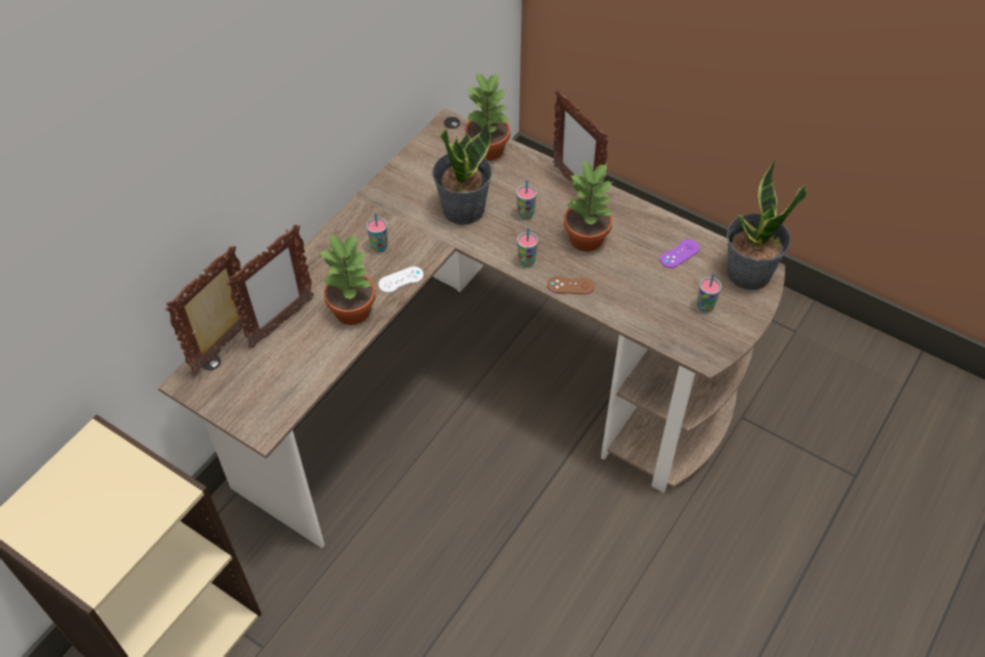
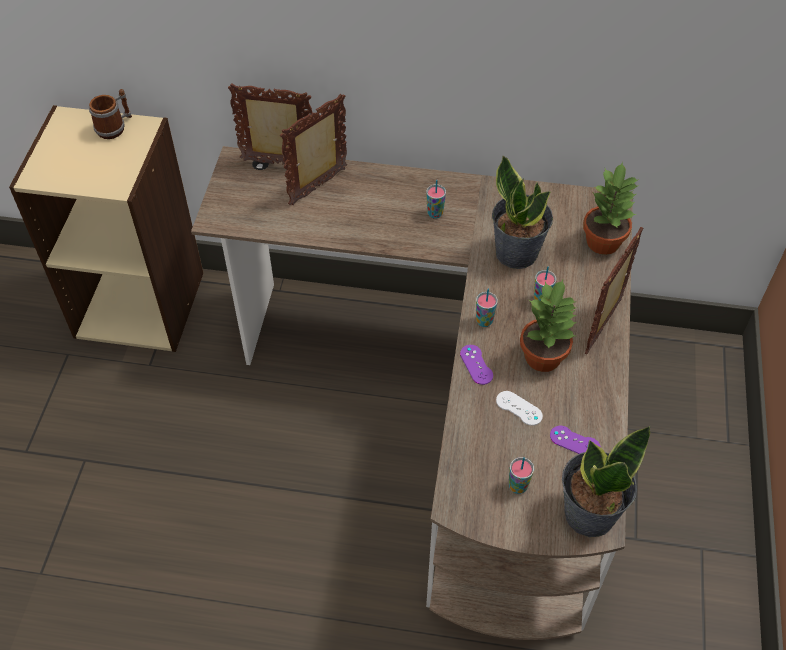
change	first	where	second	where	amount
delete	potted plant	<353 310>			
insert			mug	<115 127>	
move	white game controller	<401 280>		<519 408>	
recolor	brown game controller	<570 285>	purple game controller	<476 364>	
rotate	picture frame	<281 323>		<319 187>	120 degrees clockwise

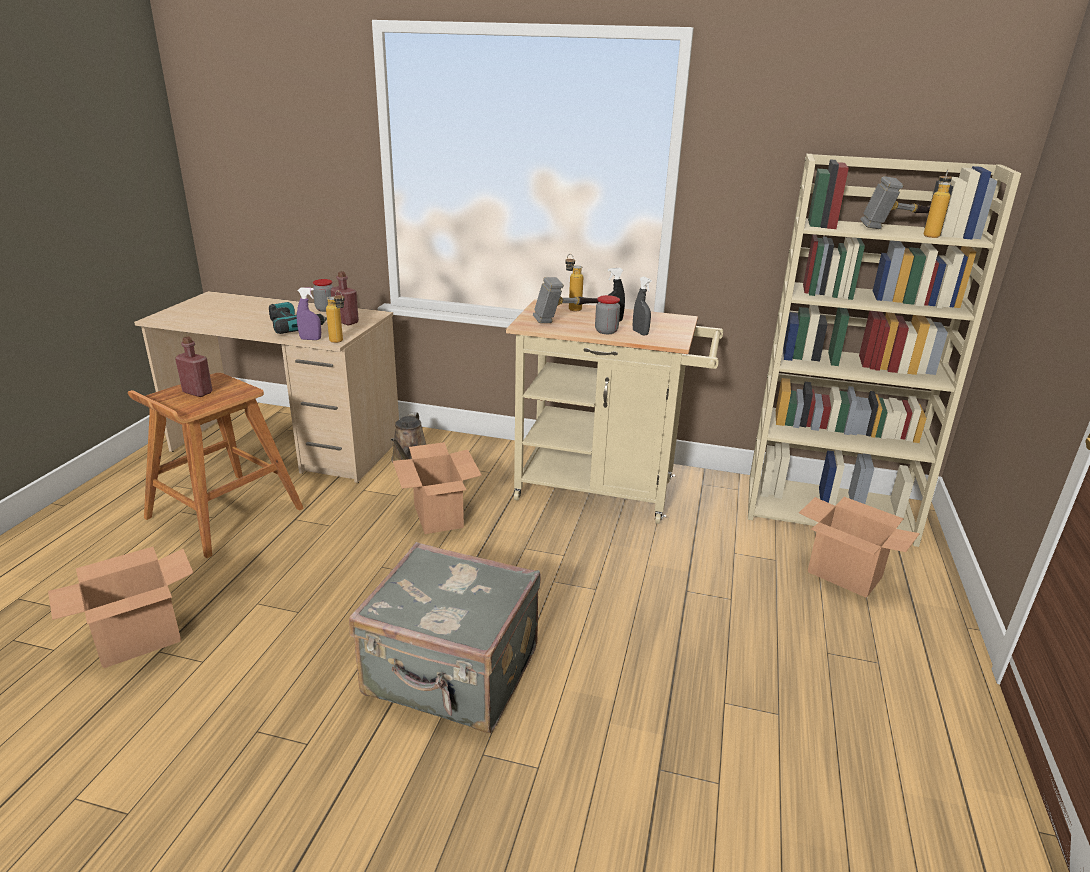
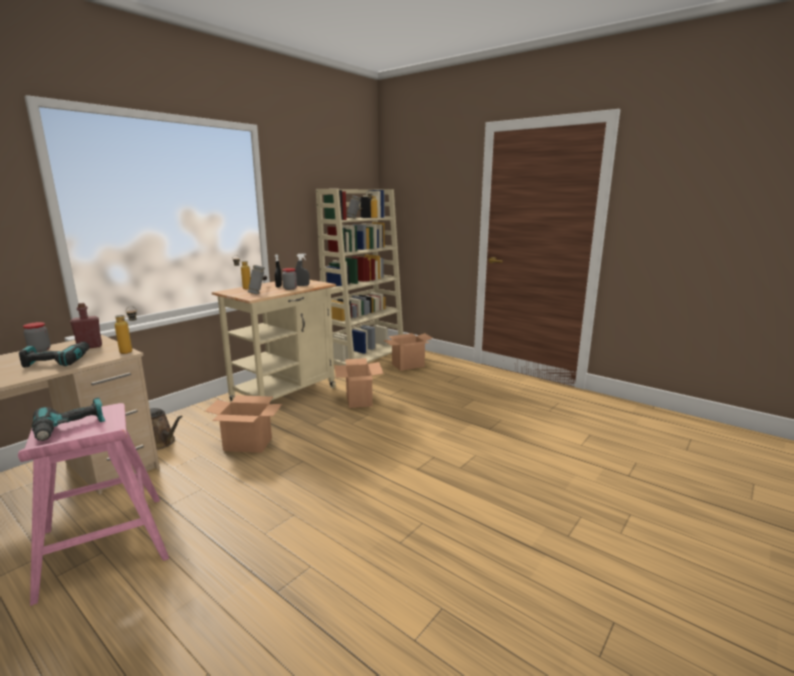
change	first	where	second	where	amount
delete	purple spray bottle	<310 339>			
delete	grey suitcase	<452 674>			
move	cardboard box	<137 640>		<359 400>	
replace	red bottle	<197 392>	power drill	<71 428>	
recolor	brown stool	<223 514>	pink stool	<104 545>	

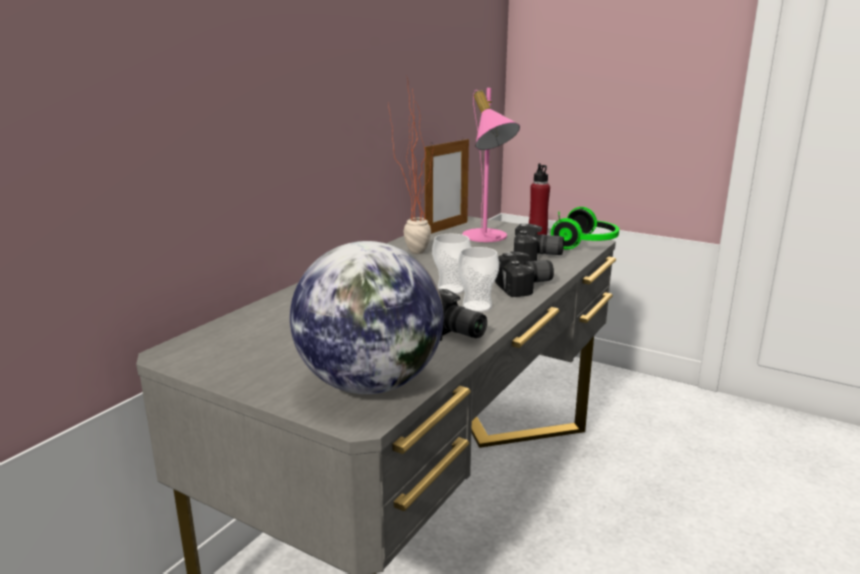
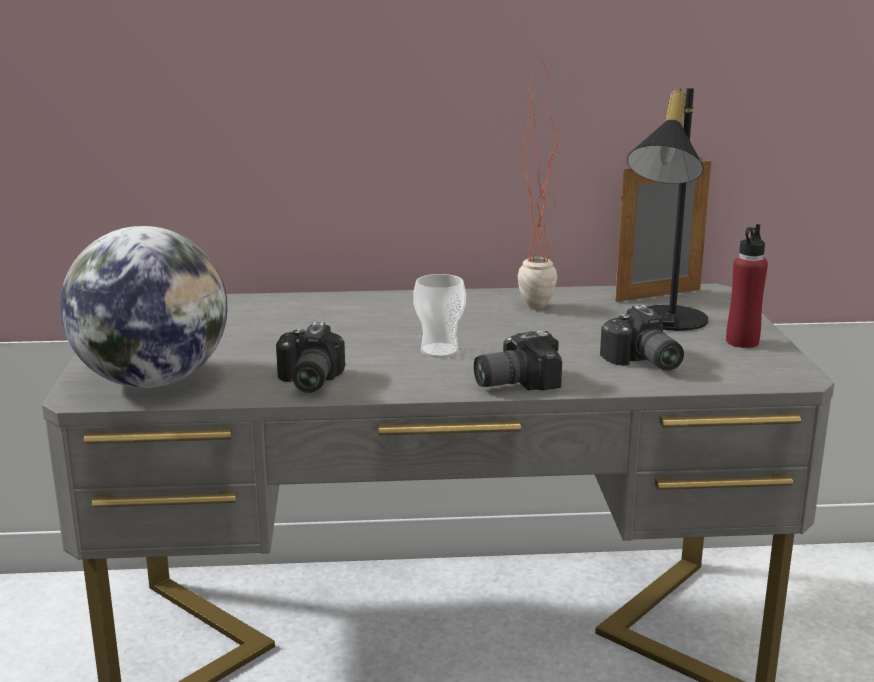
change	first	where	second	where	amount
delete	cup	<477 307>			
delete	headphones	<587 244>			
recolor	pink table lamp	<487 238>	black table lamp	<664 322>	
rotate	picture frame	<446 228>		<658 295>	150 degrees clockwise
rotate	photo camera	<526 287>		<512 382>	120 degrees clockwise

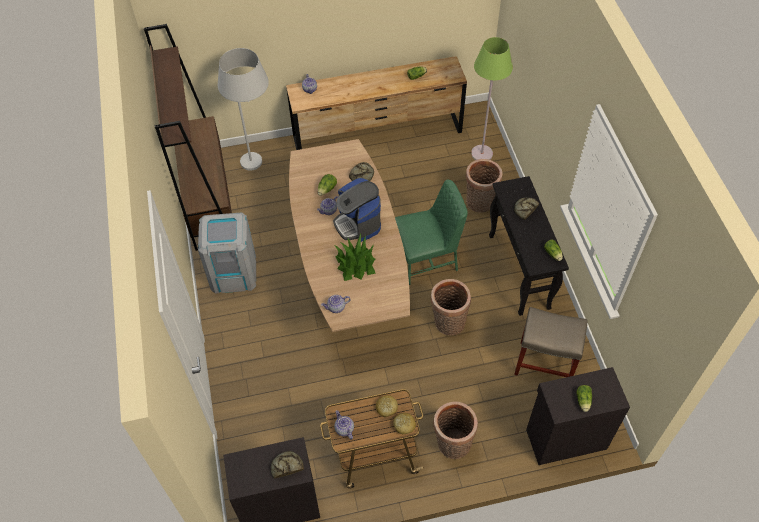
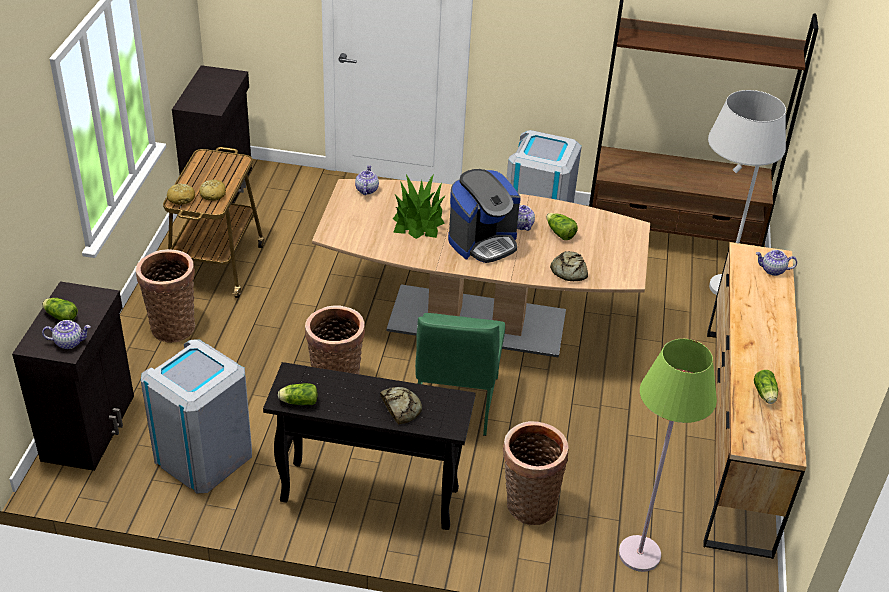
change	first	where	second	where	amount
delete	bread	<286 466>			
move	teapot	<344 429>		<69 342>	
replace	beige stool	<545 363>	grey trash can	<203 456>	
rotate	coffee machine	<358 224>		<483 242>	150 degrees clockwise

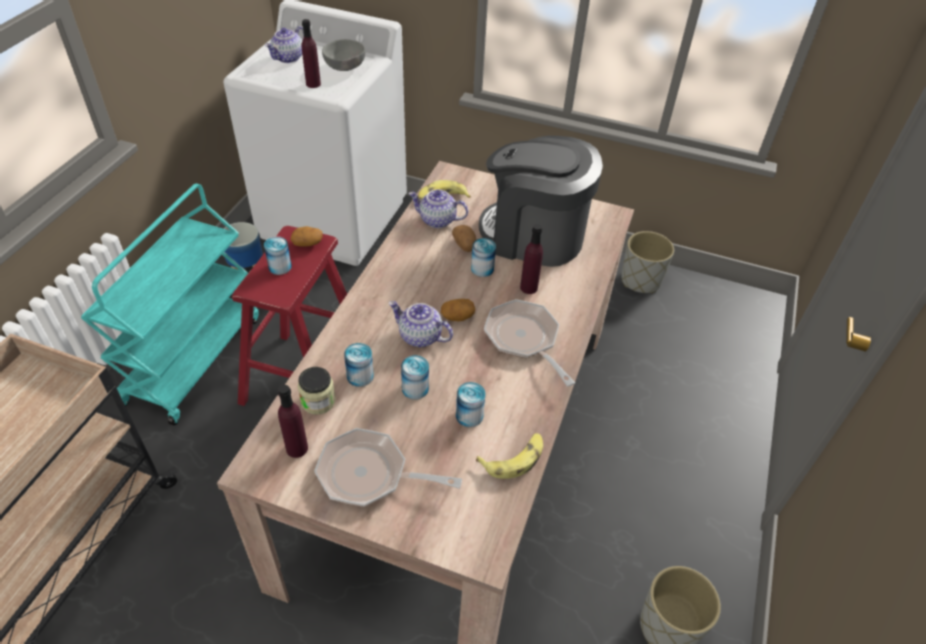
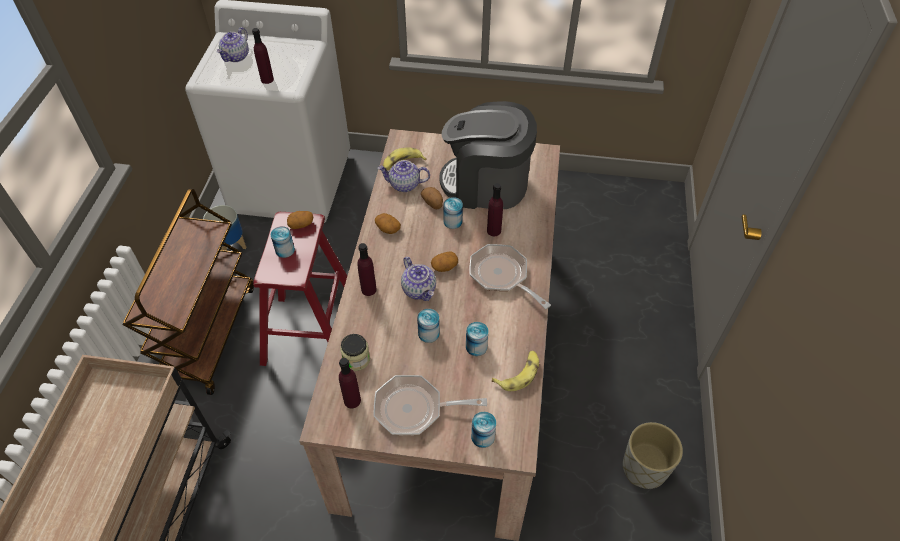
change	first	where	second	where	amount
delete	grey bowl	<345 68>			
delete	grey planter	<641 280>			
insert			purple bottle	<368 289>	
insert			potato	<387 228>	
move	can	<360 376>		<483 436>	
recolor	turquoise cart	<193 358>	brown cart	<208 334>	
rotate	teapot	<419 336>		<419 290>	135 degrees counterclockwise

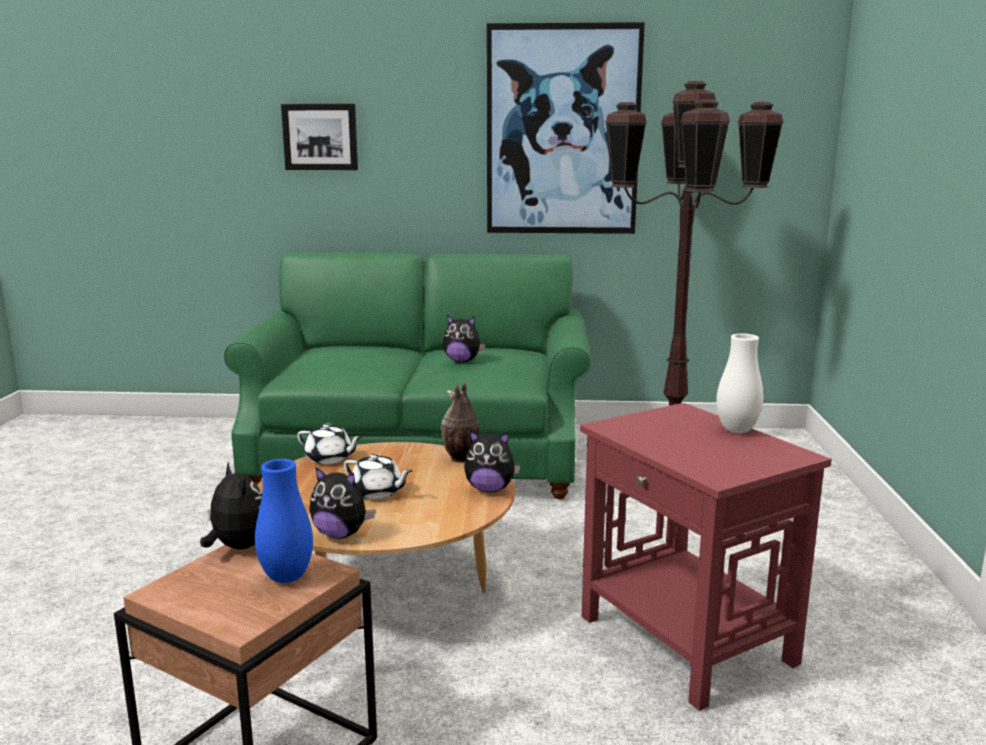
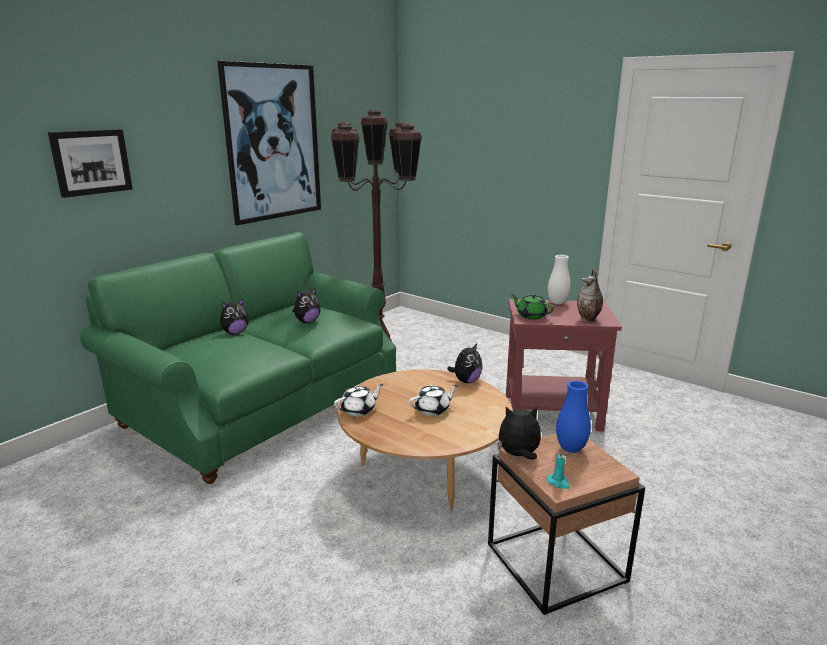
change	first	where	second	where	amount
insert			green teapot	<531 316>	
insert			turquoise candle	<559 483>	
move	plush toy	<341 534>		<235 332>	
move	vase	<460 459>		<588 320>	

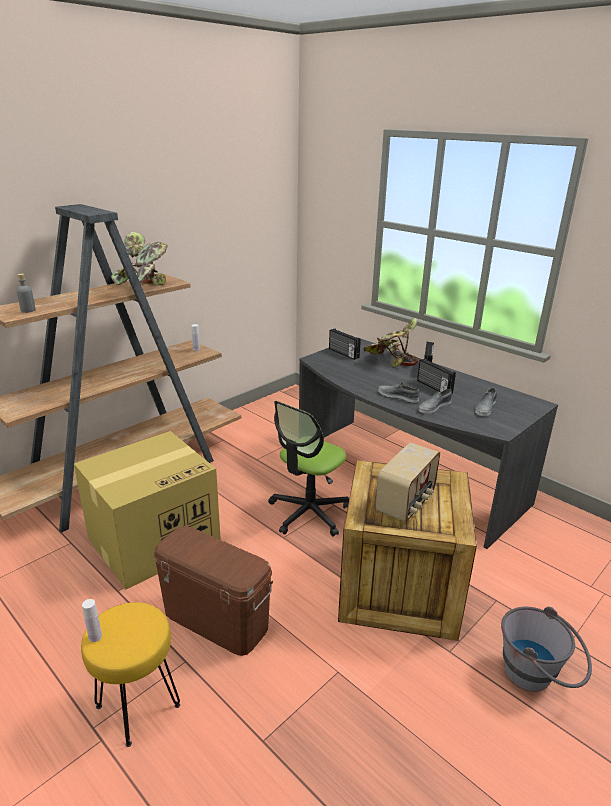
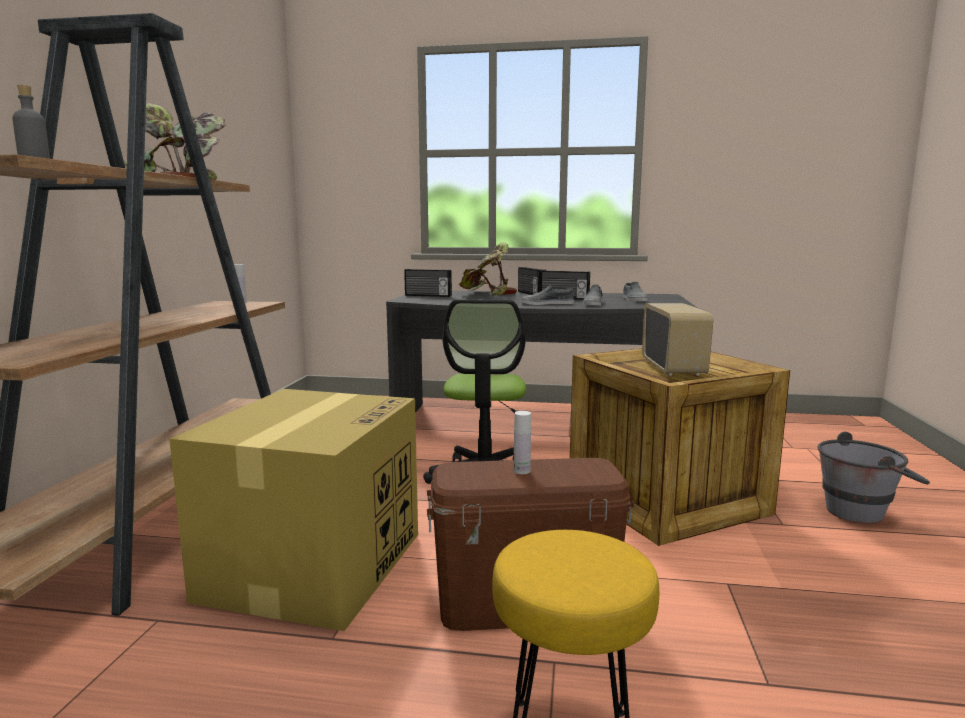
change	first	where	second	where	amount
move	white bottle	<95 637>		<522 471>	

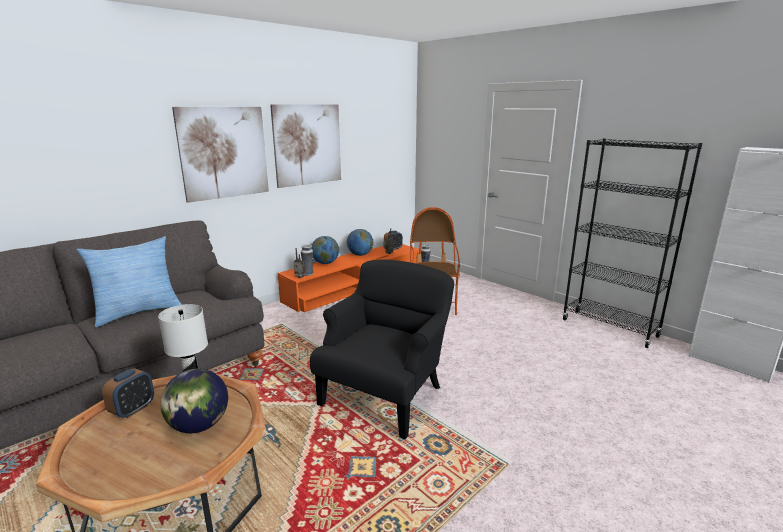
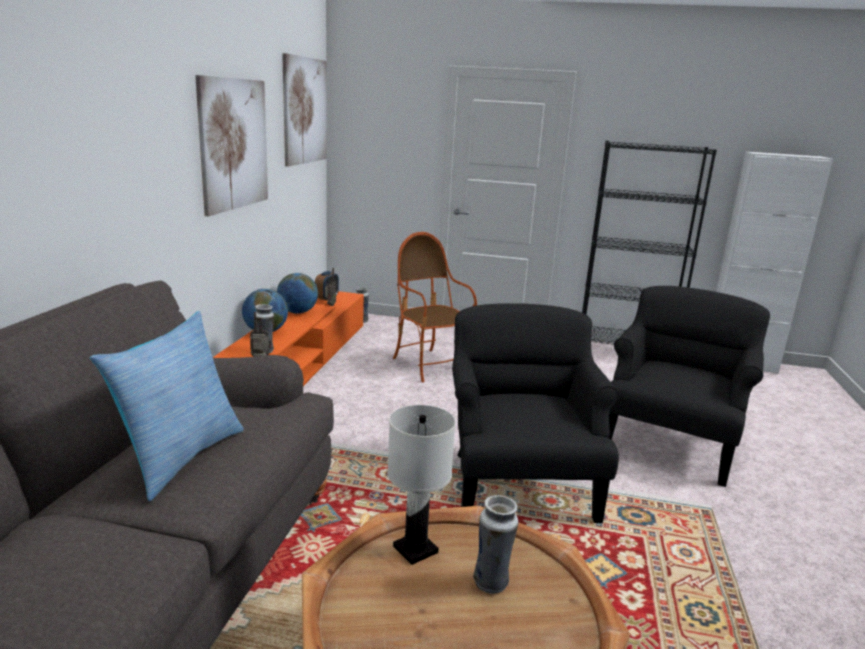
change	first	where	second	where	amount
delete	alarm clock	<133 410>			
insert			black armchair	<670 442>	
move	picture	<224 153>		<305 111>	
replace	globe	<199 426>	vase	<491 582>	

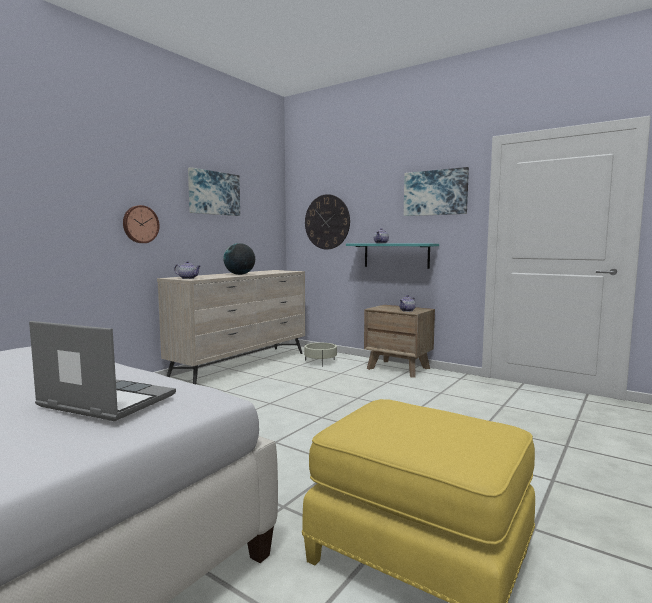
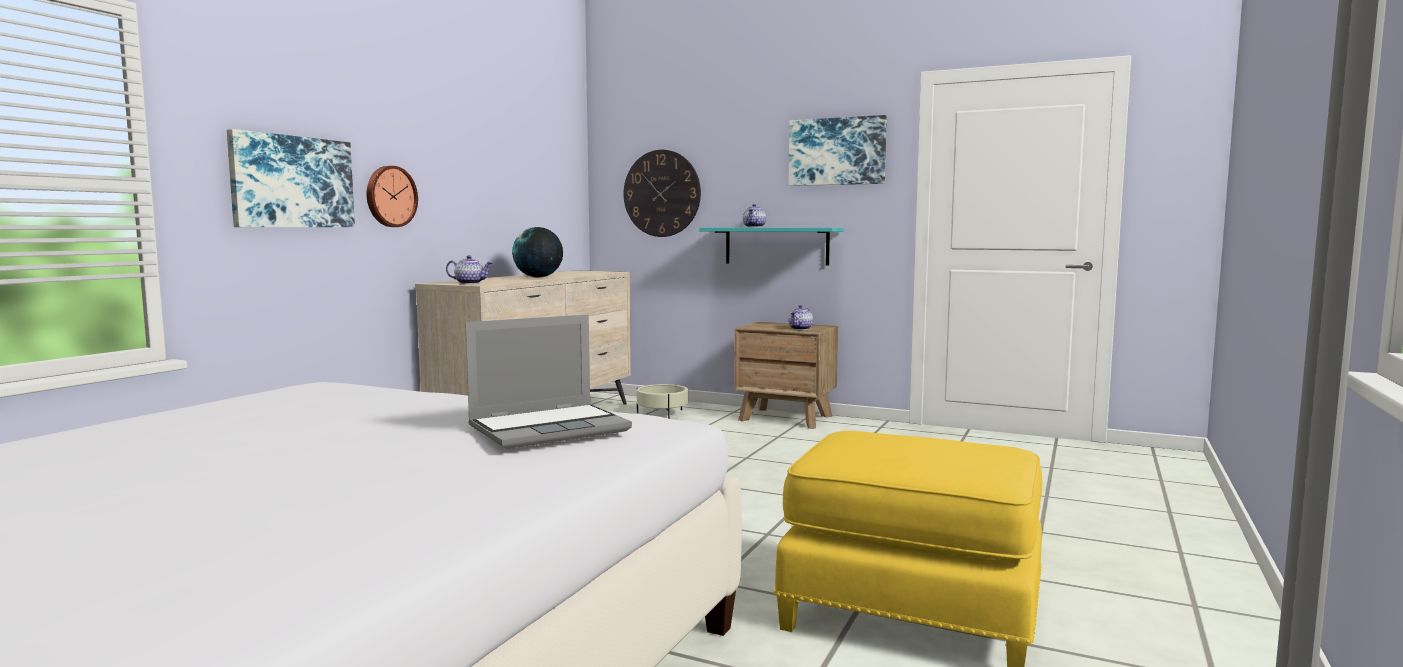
change	first	where	second	where	amount
move	picture	<214 193>		<292 182>	
rotate	laptop	<105 401>		<550 428>	135 degrees clockwise

